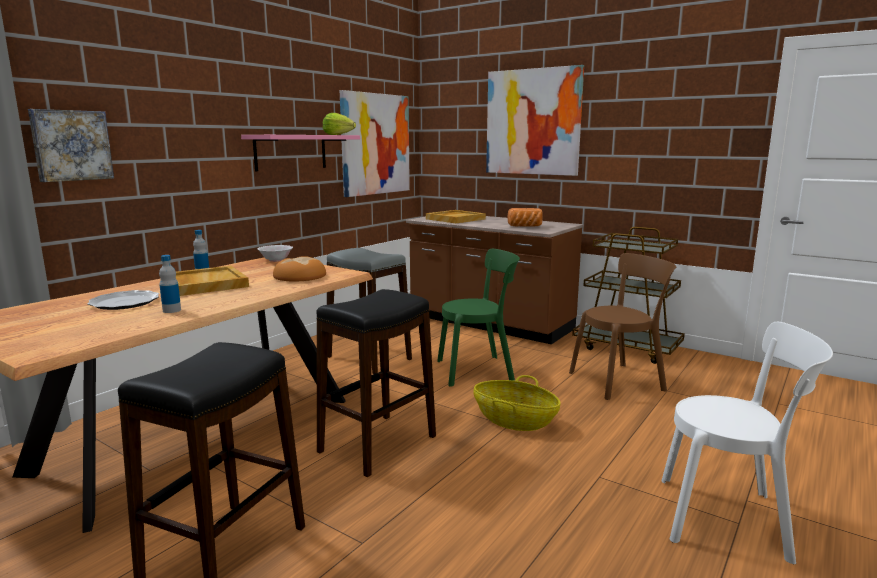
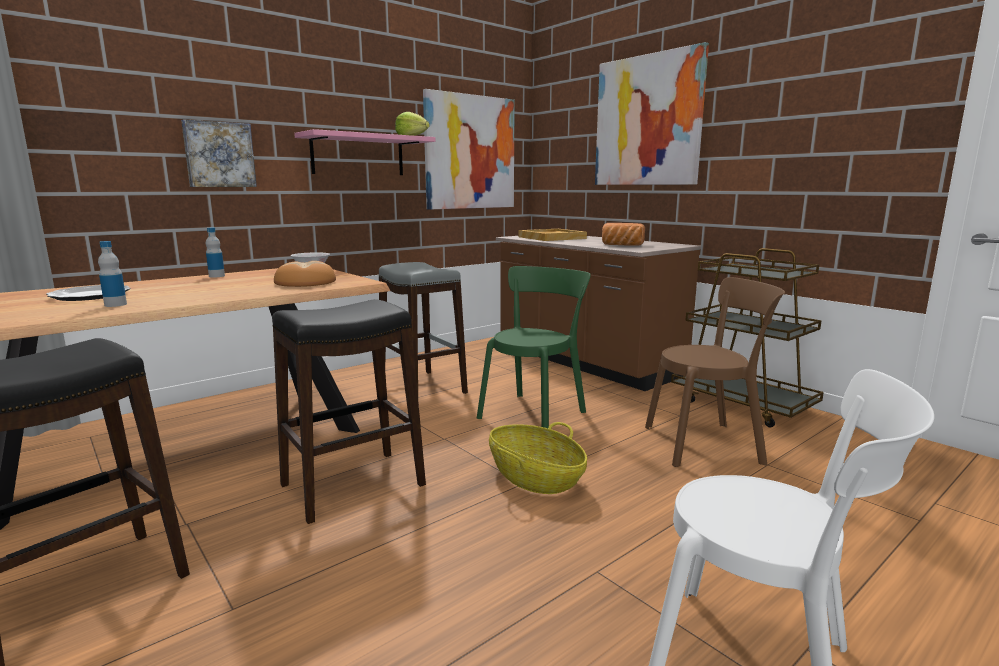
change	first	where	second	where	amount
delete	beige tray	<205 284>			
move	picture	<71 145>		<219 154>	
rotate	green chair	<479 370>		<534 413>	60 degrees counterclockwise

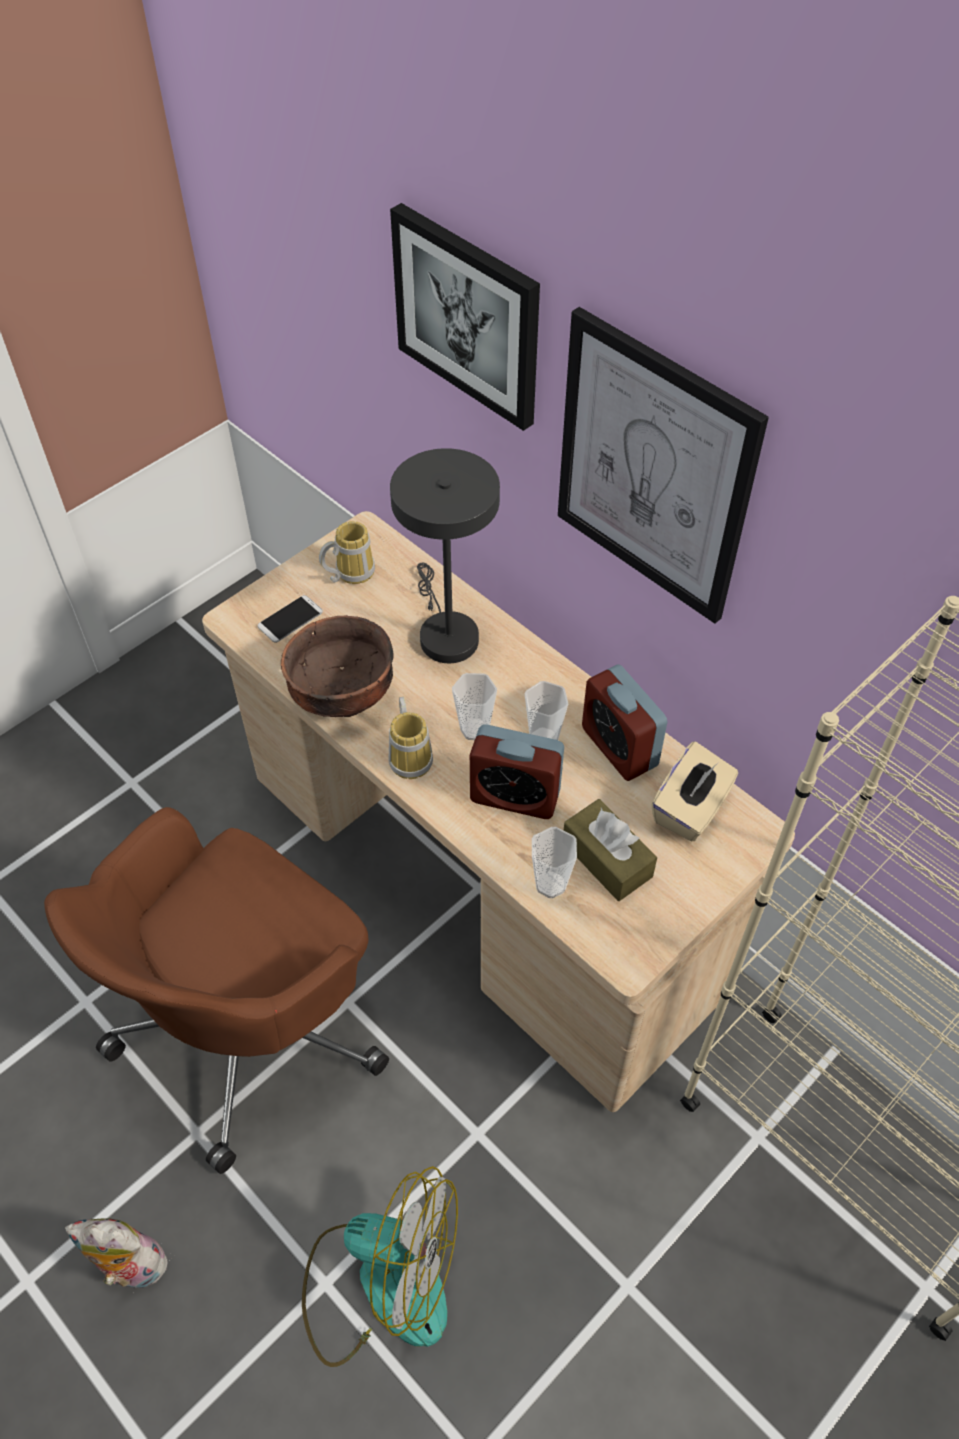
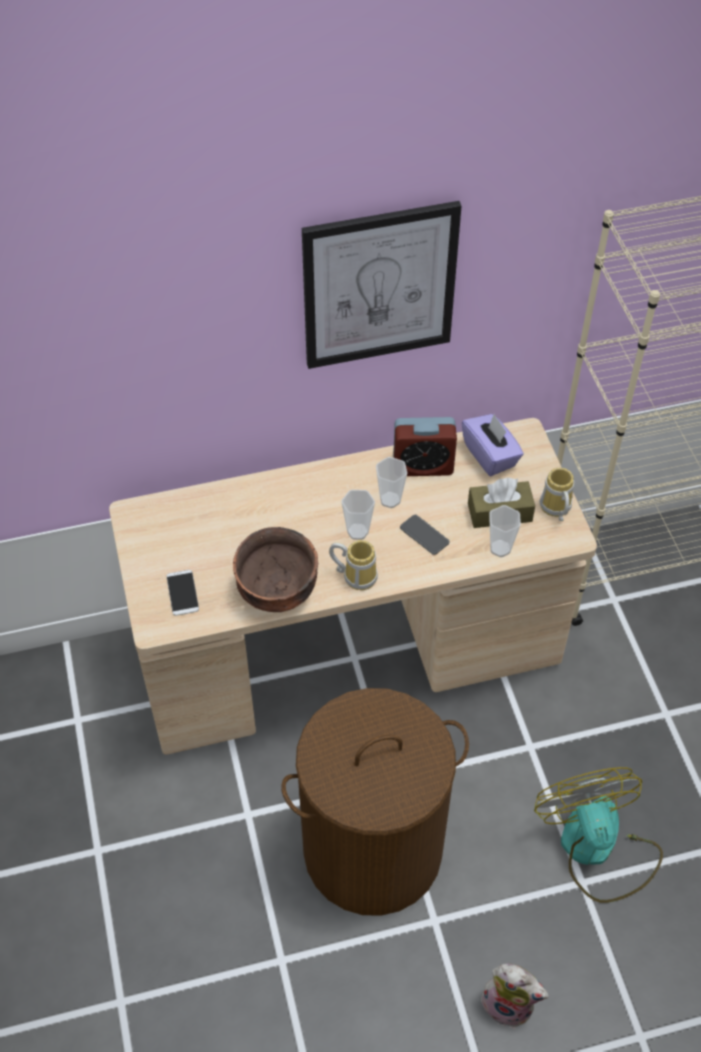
change	first	where	second	where	amount
delete	picture	<468 315>			
delete	grey table lamp	<445 632>			
move	mug	<349 573>		<554 509>	
replace	brown office chair	<251 1026>	brown laundry basket	<372 850>	
replace	alarm clock	<515 796>	phone	<424 535>	
recolor	beige tissue box	<690 809>	purple tissue box	<490 455>	
rotate	plush toy	<130 1267>		<509 1004>	105 degrees counterclockwise
rotate	fan	<381 1281>		<597 848>	60 degrees counterclockwise

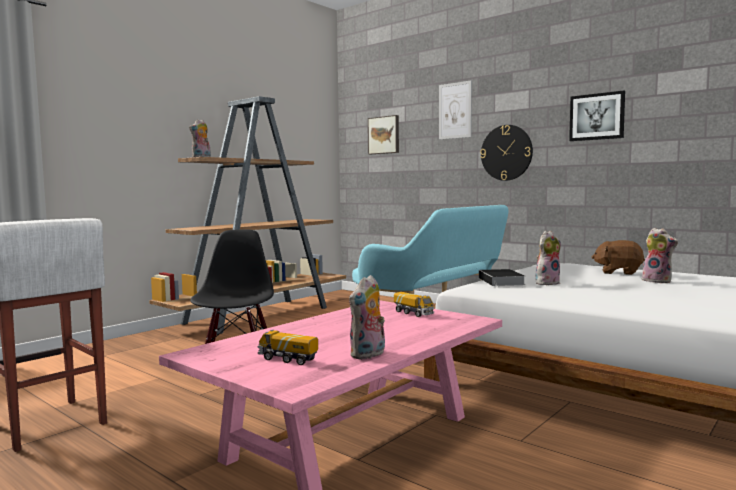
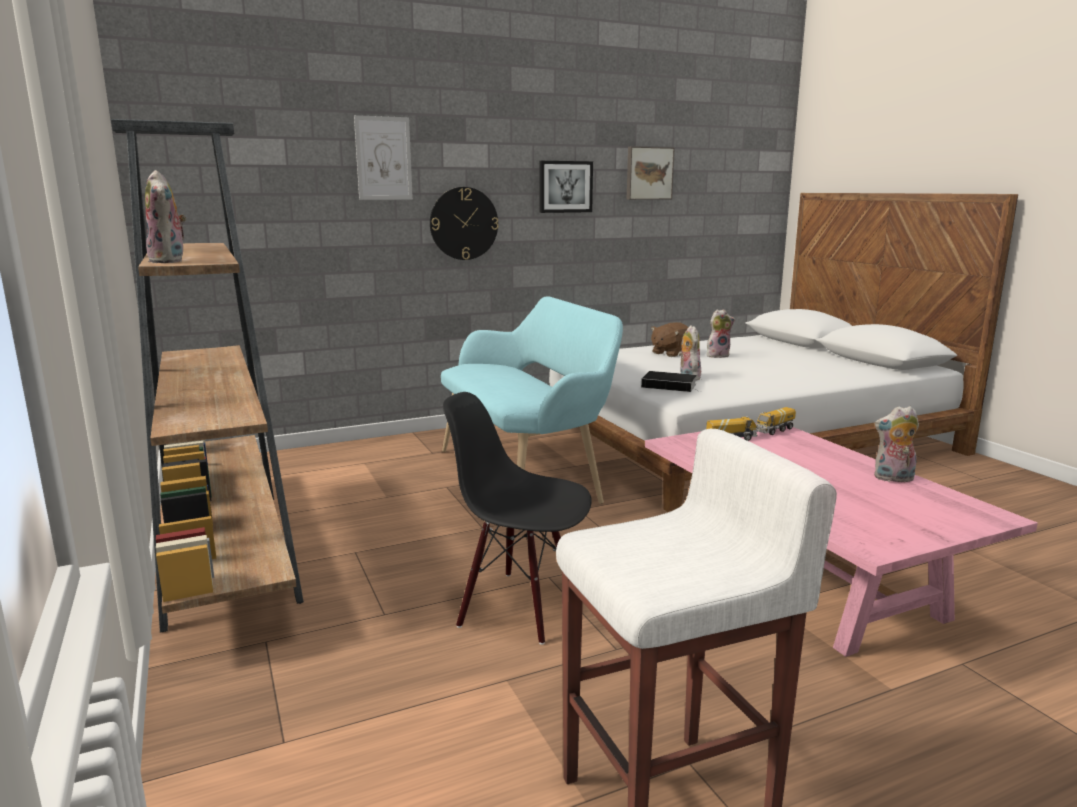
change	first	where	second	where	amount
move	toy truck	<287 359>		<774 430>	
move	picture	<384 135>		<648 173>	
rotate	plush toy	<368 355>		<893 479>	120 degrees clockwise

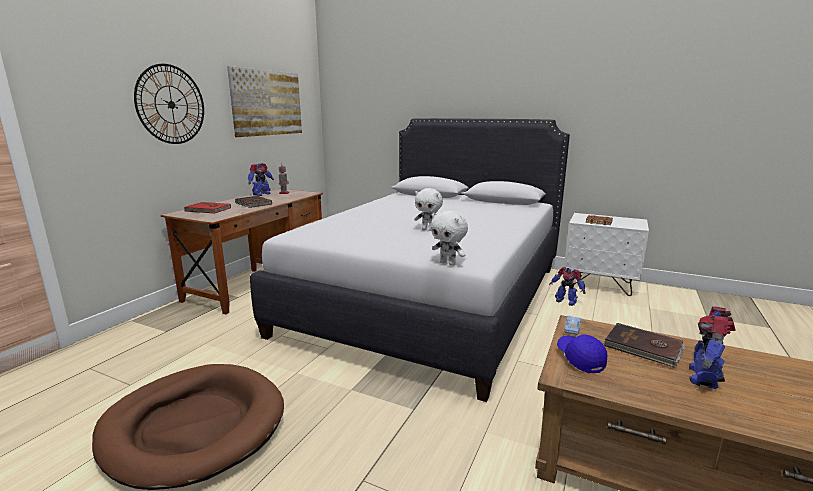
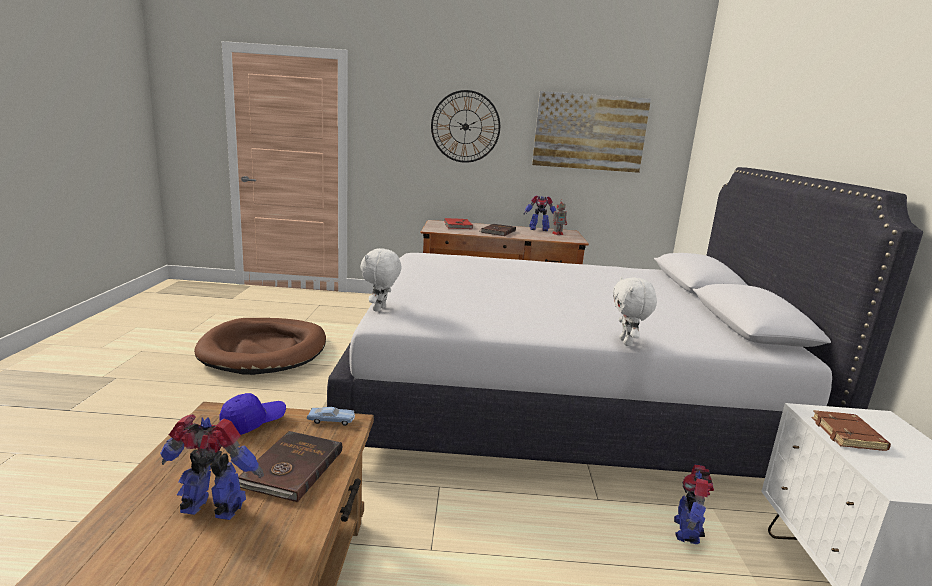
change	first	where	second	where	amount
move	white plush toy	<428 230>		<627 343>	

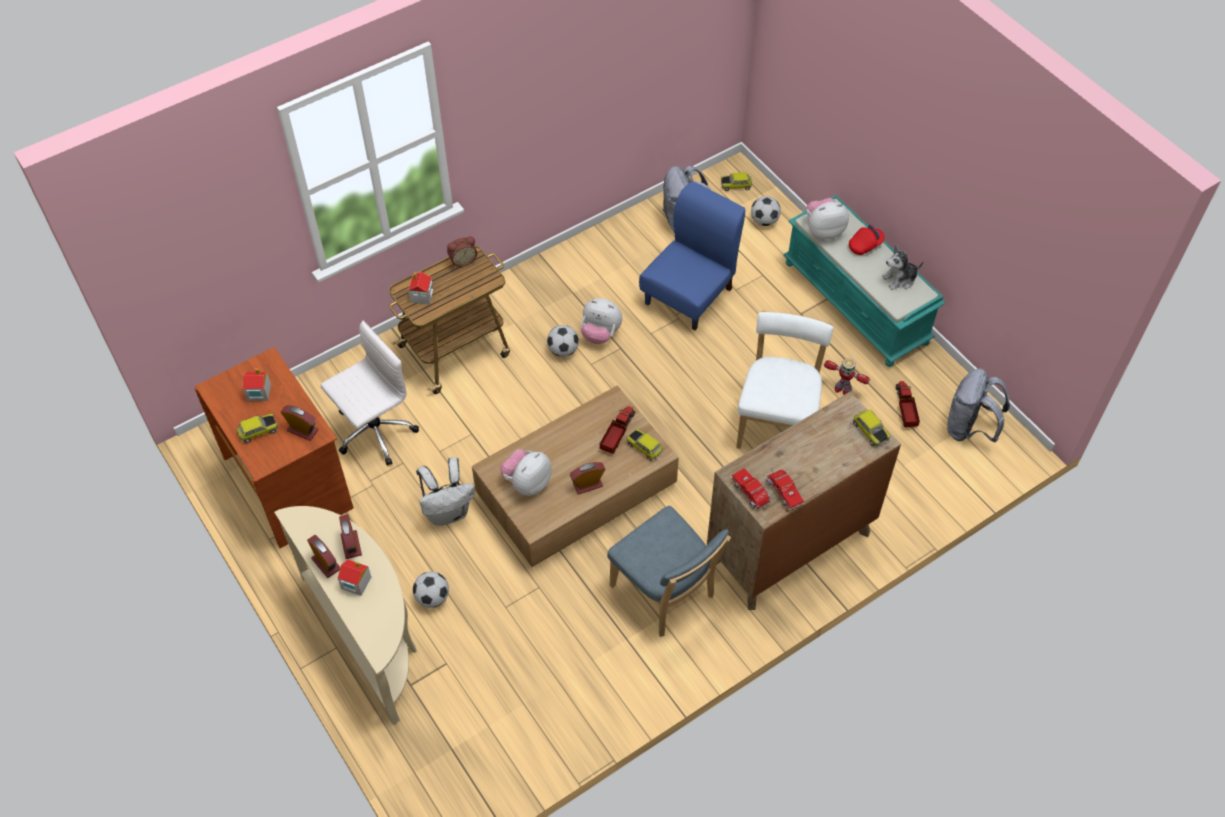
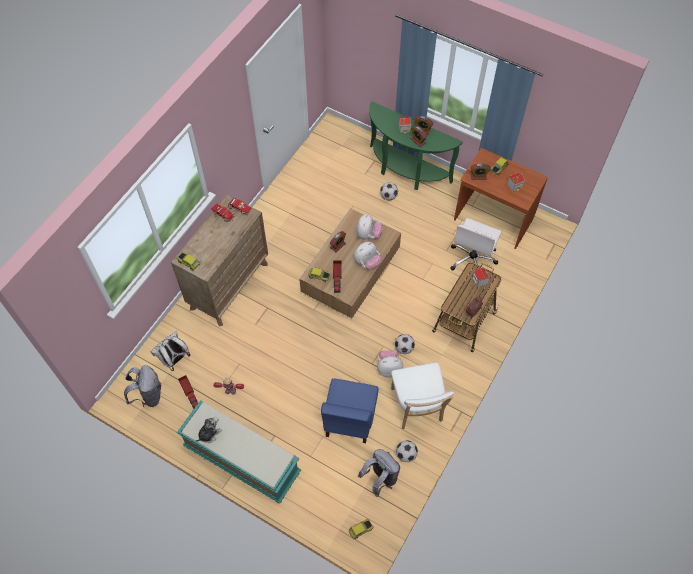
change	first	where	second	where	amount
delete	blue chair	<665 594>			
delete	red cap	<865 245>			
move	white backpack	<448 512>		<174 360>	
move	white chair	<777 422>		<417 407>	
move	football	<764 221>		<406 454>	
move	plush toy	<823 230>		<367 262>	
recolor	beige console table	<369 636>	green console table	<405 171>	

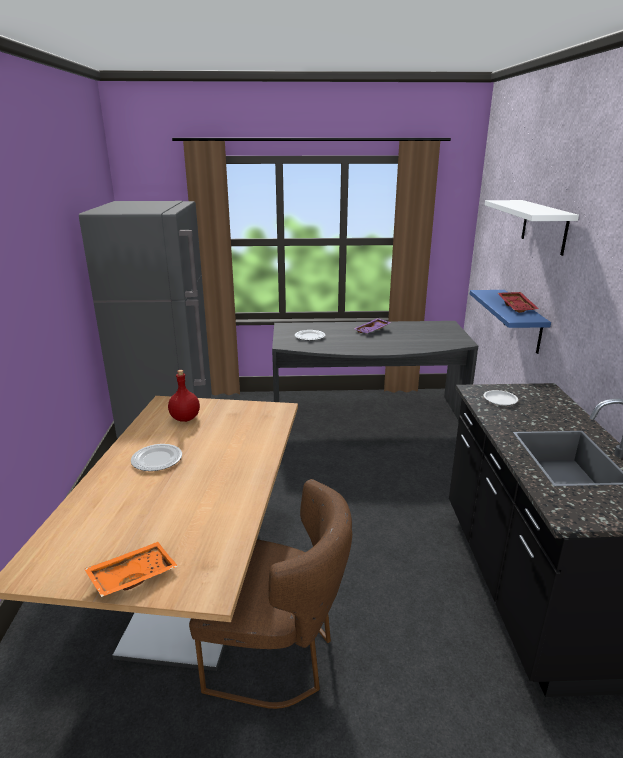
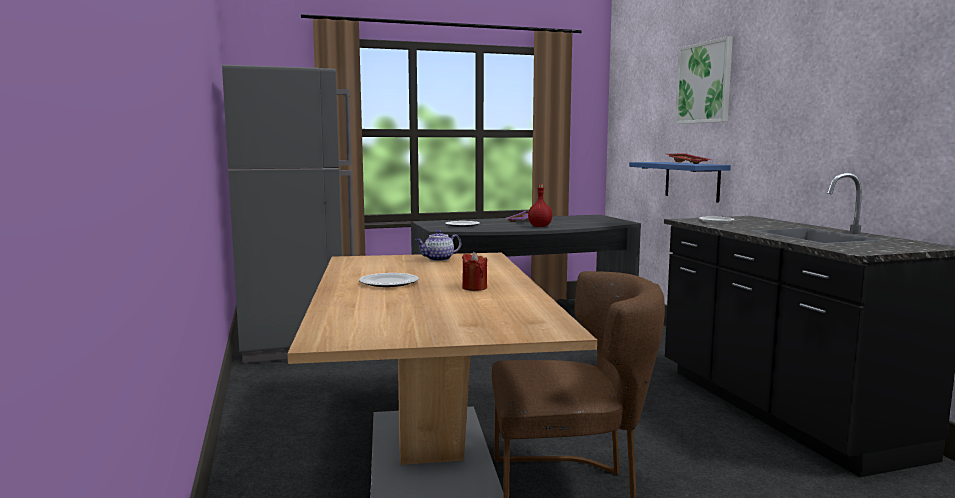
change	first	where	second	where	amount
delete	orange tray	<132 575>			
insert			teapot	<438 259>	
insert			red candle	<474 288>	
move	red bottle	<185 418>		<540 226>	
replace	white shelf	<544 226>	picture	<704 83>	

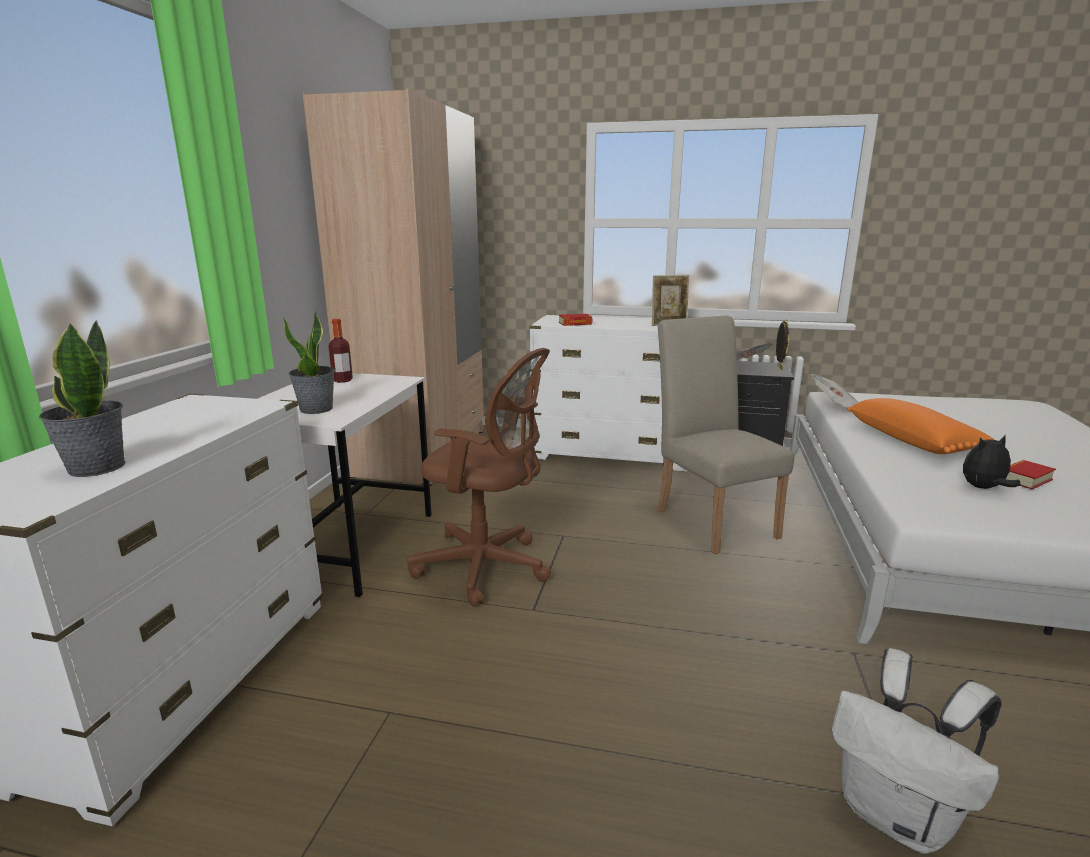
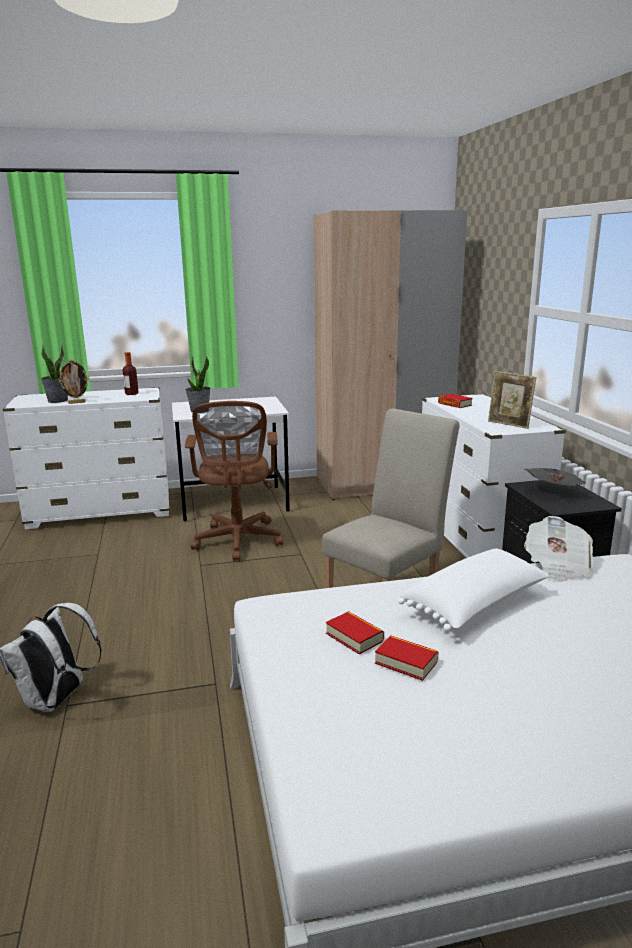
change	first	where	second	where	amount
move	bottle	<342 380>		<131 394>	
move	picture frame	<779 368>		<77 402>	
replace	plush toy	<984 488>	book	<354 637>	
recolor	orange pillow	<913 441>	white pillow	<476 606>	

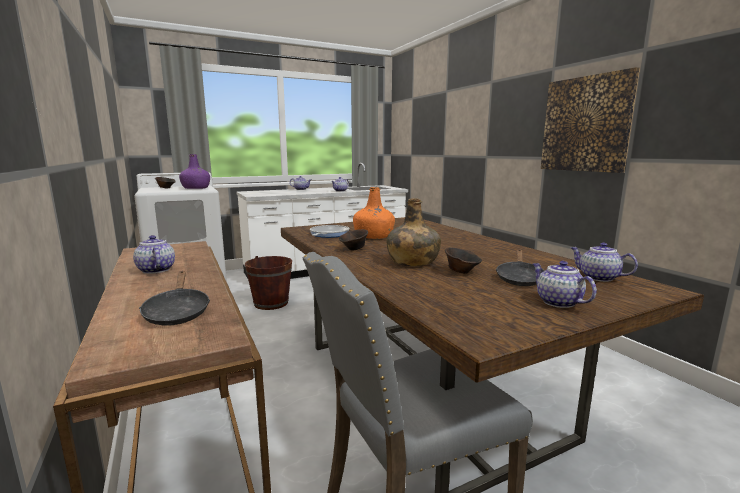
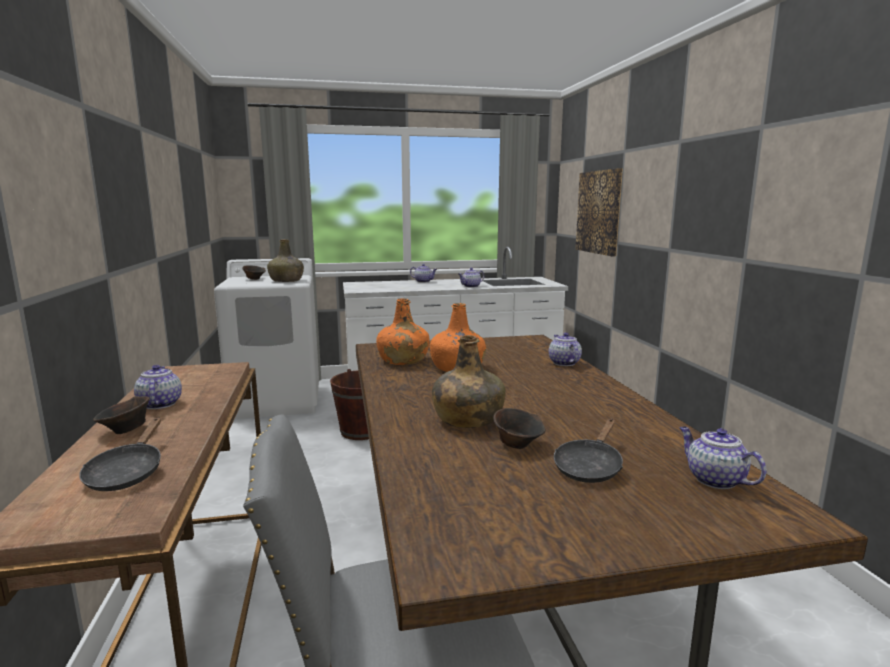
change	first	where	second	where	amount
move	brown bowl	<354 249>		<126 430>	
move	teapot	<557 302>		<563 363>	
move	picture	<586 124>		<599 212>	
replace	frying pan	<328 234>	orange bottle	<402 360>	
recolor	purple bottle	<196 188>	green bottle	<287 281>	

